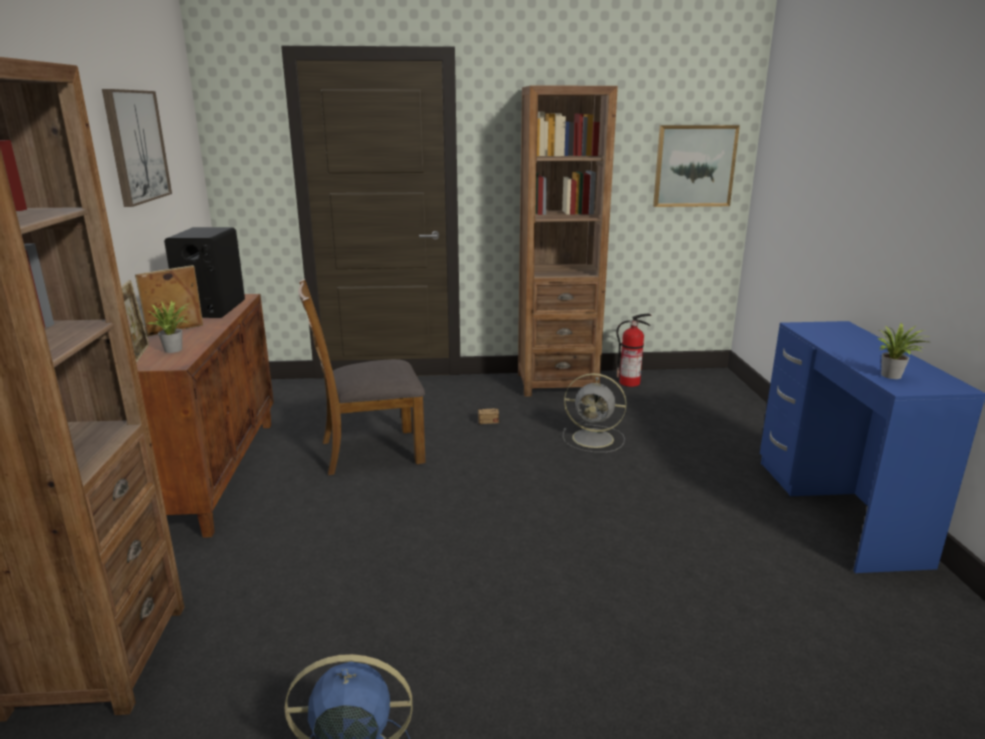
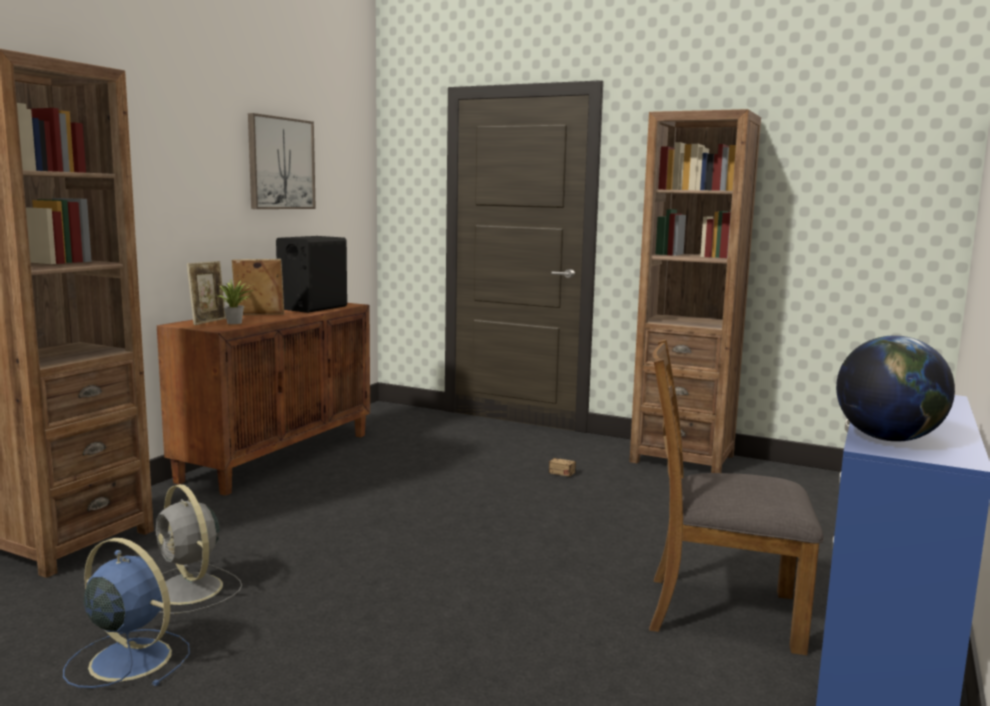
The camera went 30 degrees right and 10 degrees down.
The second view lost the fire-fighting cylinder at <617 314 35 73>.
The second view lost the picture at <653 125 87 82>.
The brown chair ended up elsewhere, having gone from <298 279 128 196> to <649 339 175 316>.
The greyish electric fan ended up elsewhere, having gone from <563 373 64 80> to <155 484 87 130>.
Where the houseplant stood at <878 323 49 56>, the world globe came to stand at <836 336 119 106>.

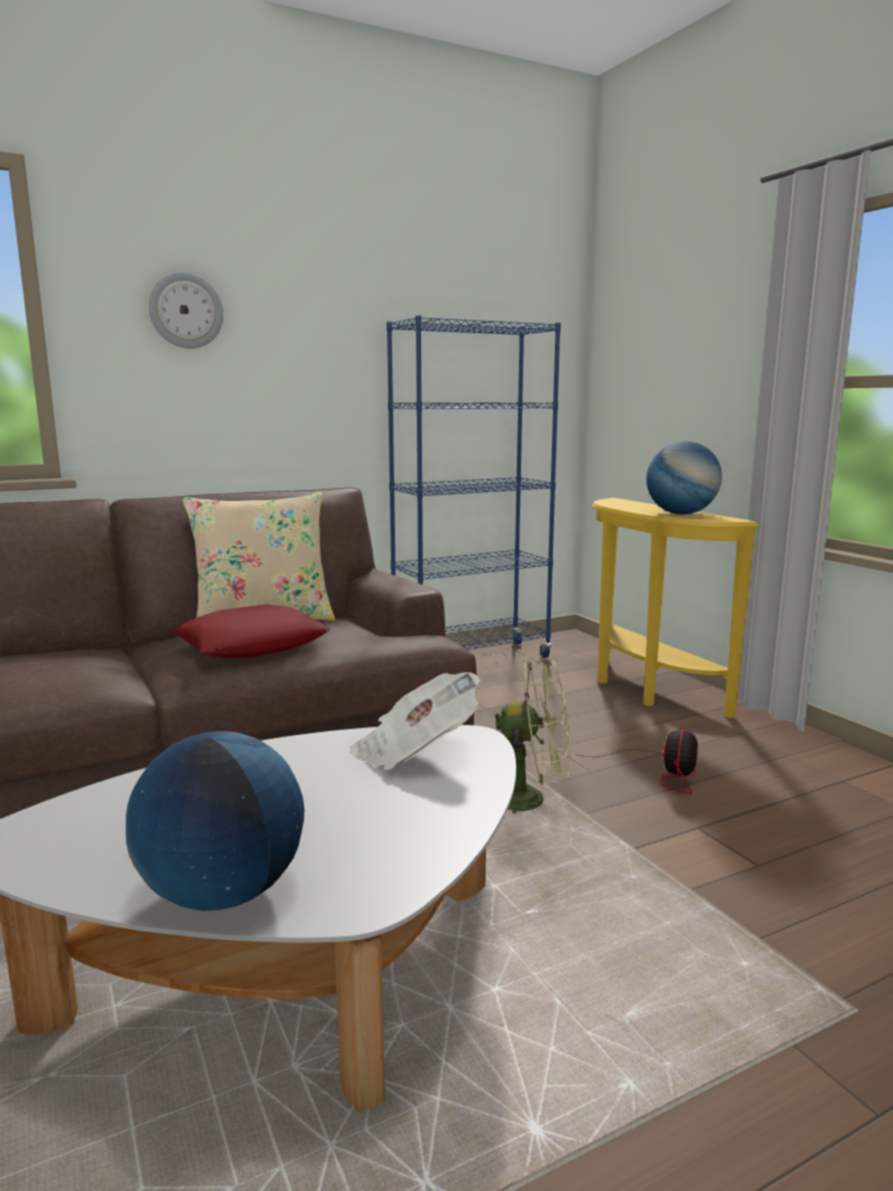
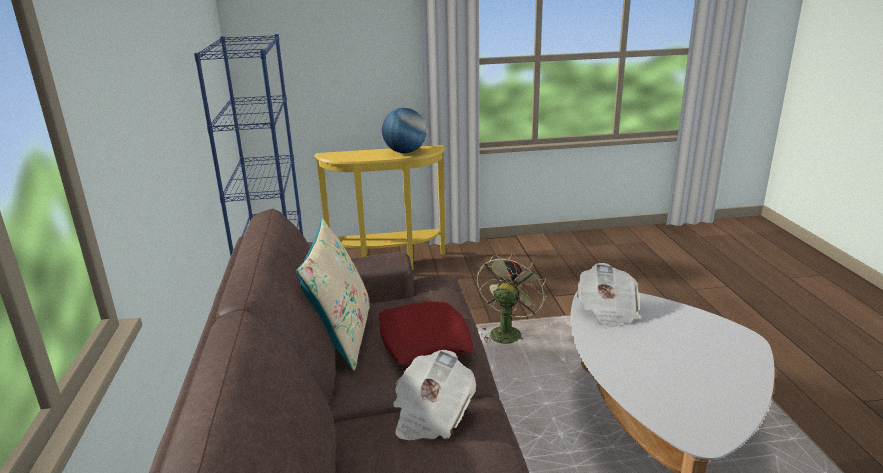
The camera went 70 degrees left and 10 degrees up.
The second view lost the world globe at <126 731 178 180>.
The second view lost the wall clock at <149 272 74 77>.
The second view gained the newspaper at <393 350 83 90>.

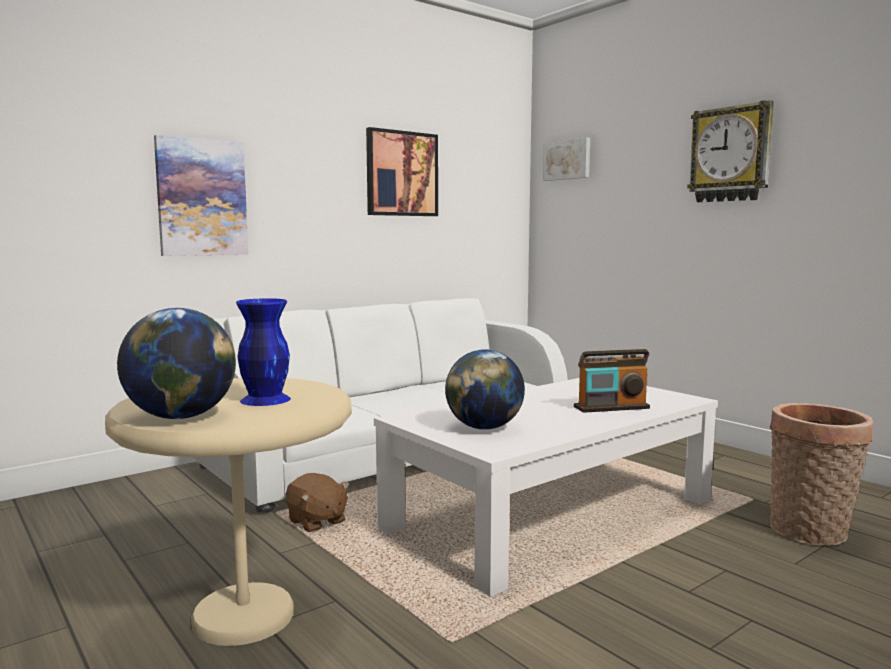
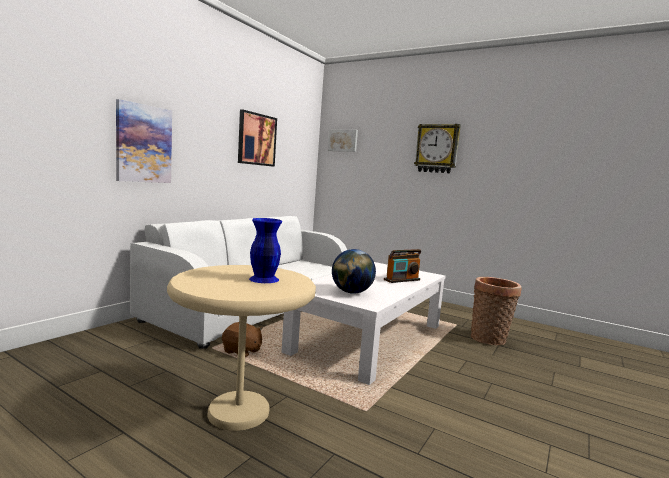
The camera went 20 degrees left and 0 degrees up.
The second view lost the world globe at <117 308 119 111>.

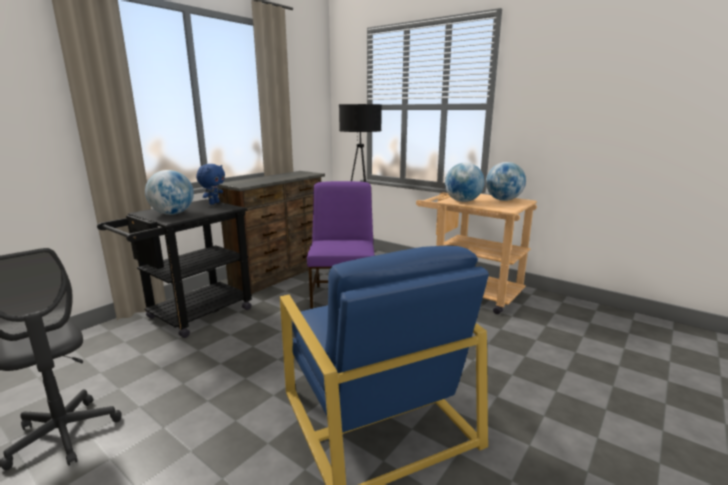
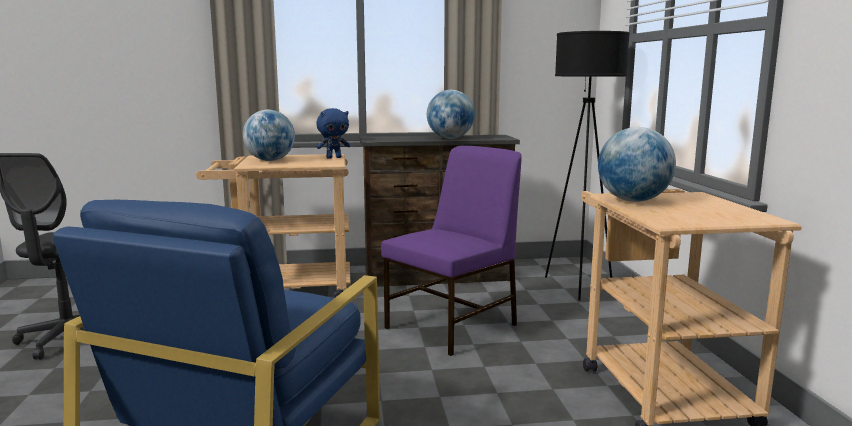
The camera went 45 degrees right and 5 degrees down.
The world globe ended up elsewhere, having gone from <486 162 40 39> to <427 90 48 49>.
What was the blackish trolley at <97 199 155 139> turned into the sand-coloured trolley at <196 154 155 144>.

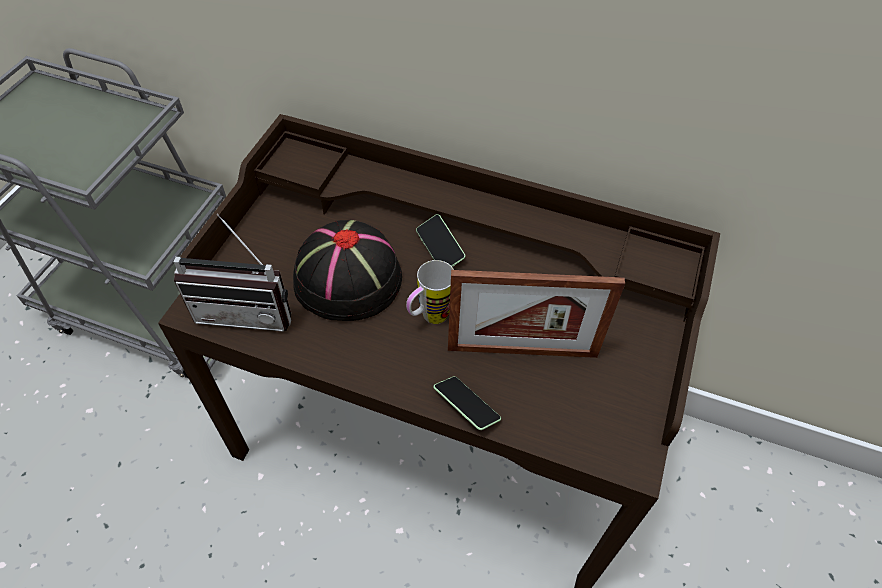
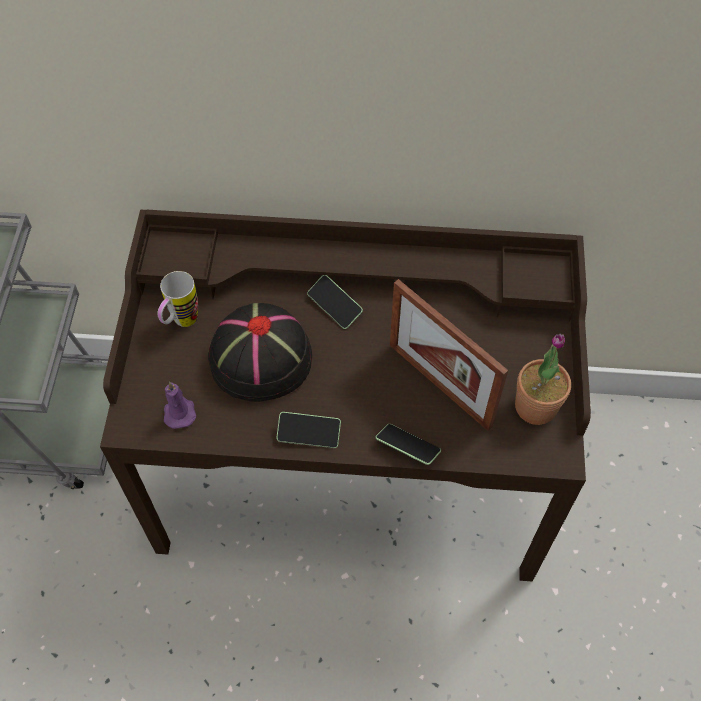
The camera went 15 degrees left and 5 degrees up.
The second view gained the telephone at <276 412 65 36>.
The second view gained the houseplant at <515 334 56 91>.
The coffee mug ended up elsewhere, having gone from <406 260 48 64> to <157 271 41 56>.
Where the radio receiver stood at <174 213 117 119>, the purplish wax candle came to stand at <164 382 32 47>.
The standing frame at <448 270 177 88> ended up facing another way, 60 degrees clockwise from before.

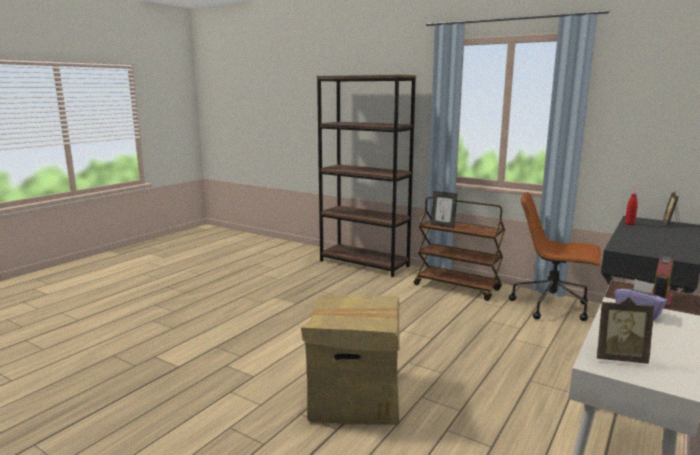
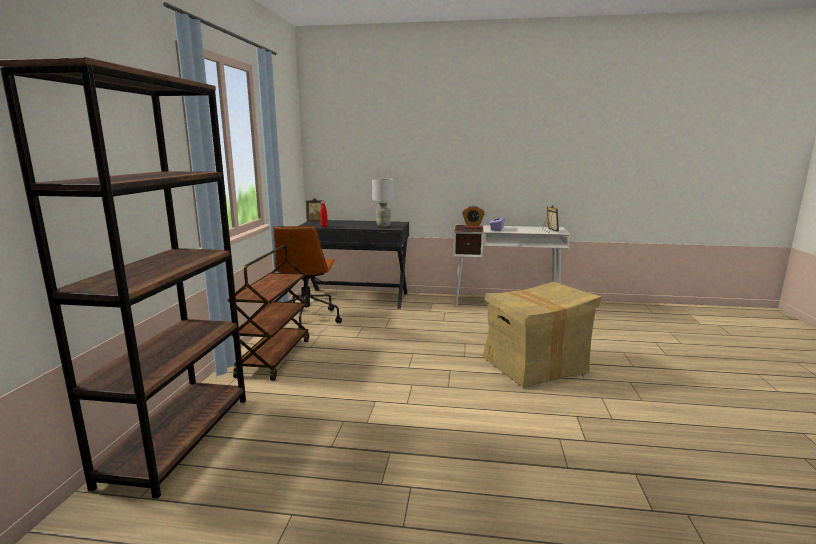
The camera went 115 degrees left and 0 degrees up.
The second view lost the standing frame at <431 191 27 37>.
The second view gained the greyish lamp for a table at <372 178 22 49>.

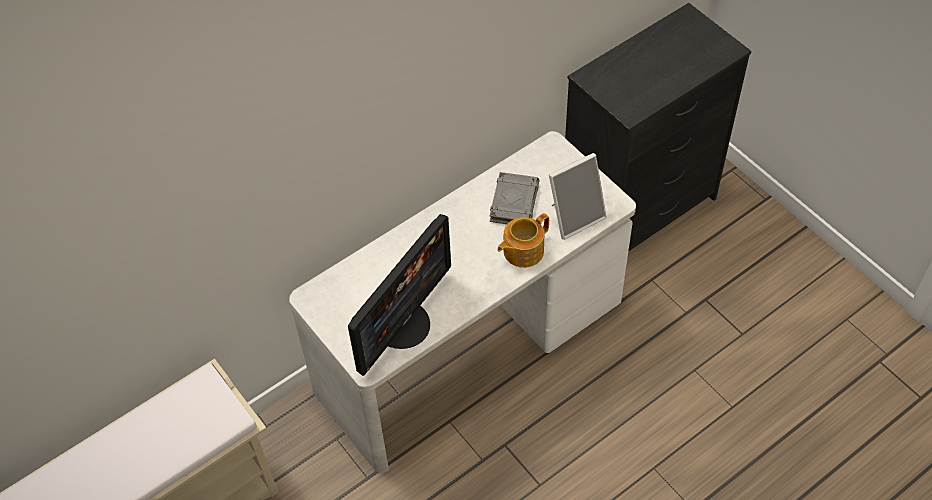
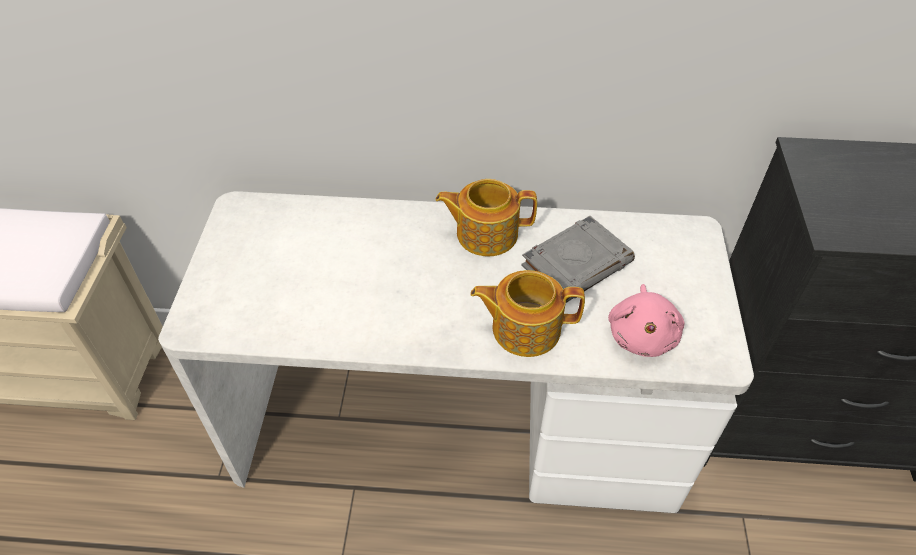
The camera went 40 degrees right and 5 degrees down.
The second view lost the monitor at <348 214 103 162>.
The second view gained the pot for tea at <435 179 102 78>.
Where the standing frame stood at <549 153 58 87>, the pinkish cuddly toy came to stand at <608 284 77 73>.

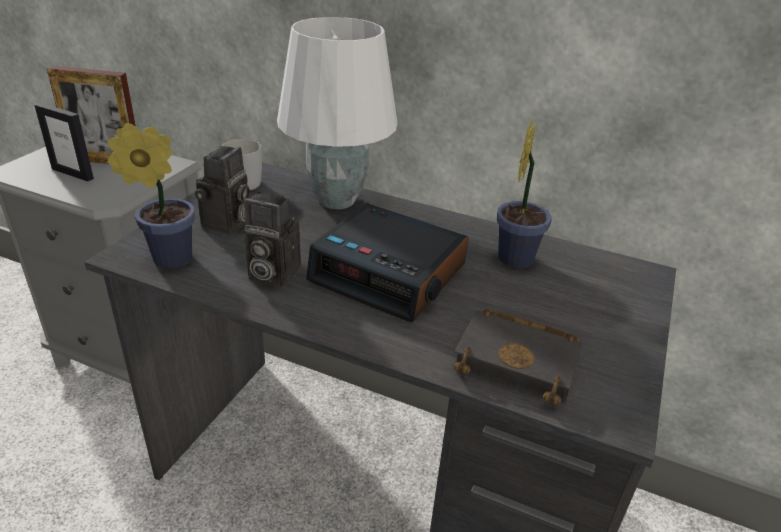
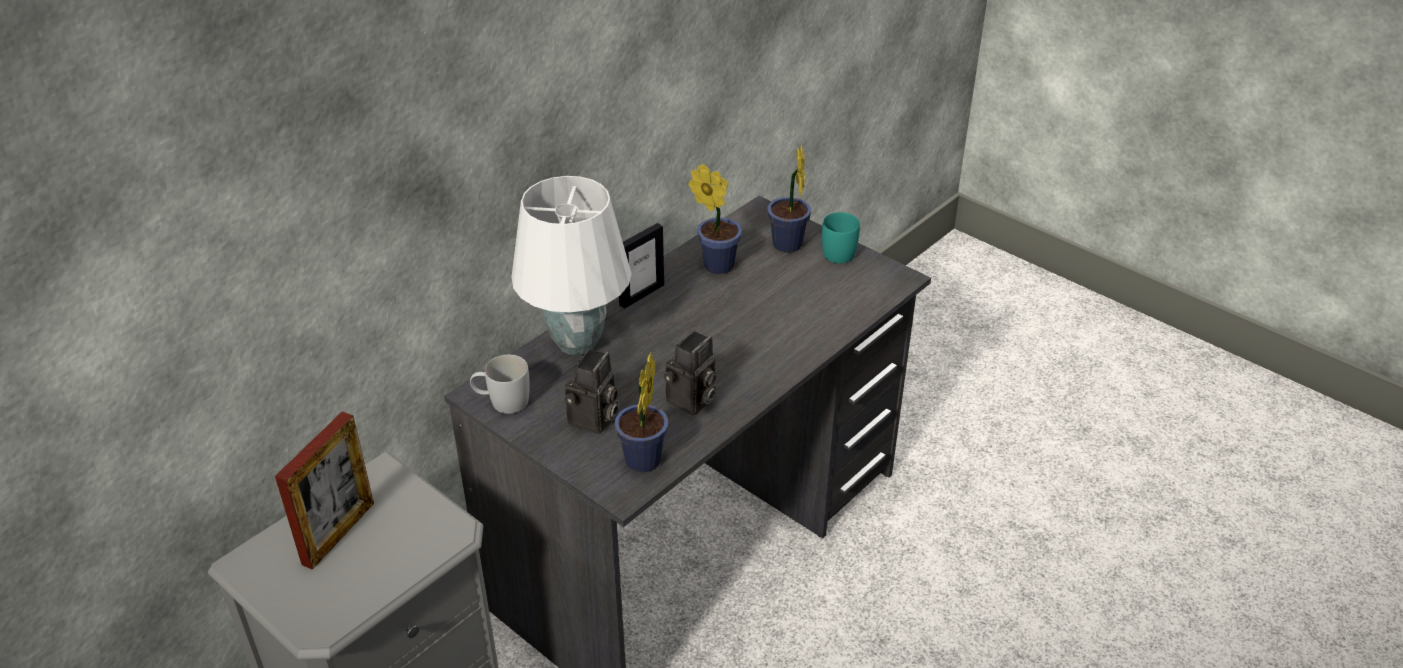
The camera went 70 degrees left and 5 degrees up.
The second view lost the table clock at <306 203 163 119>.
The second view lost the blackish volume at <452 309 131 96>.
The second view gained the houseplant at <767 145 44 108>.
The second view gained the turquoise coffee mug at <822 212 38 51>.
The standing frame ended up elsewhere, having gone from <34 103 60 78> to <619 223 45 86>.
The photo camera at <195 146 55 89> ended up facing another way, 75 degrees clockwise from before.

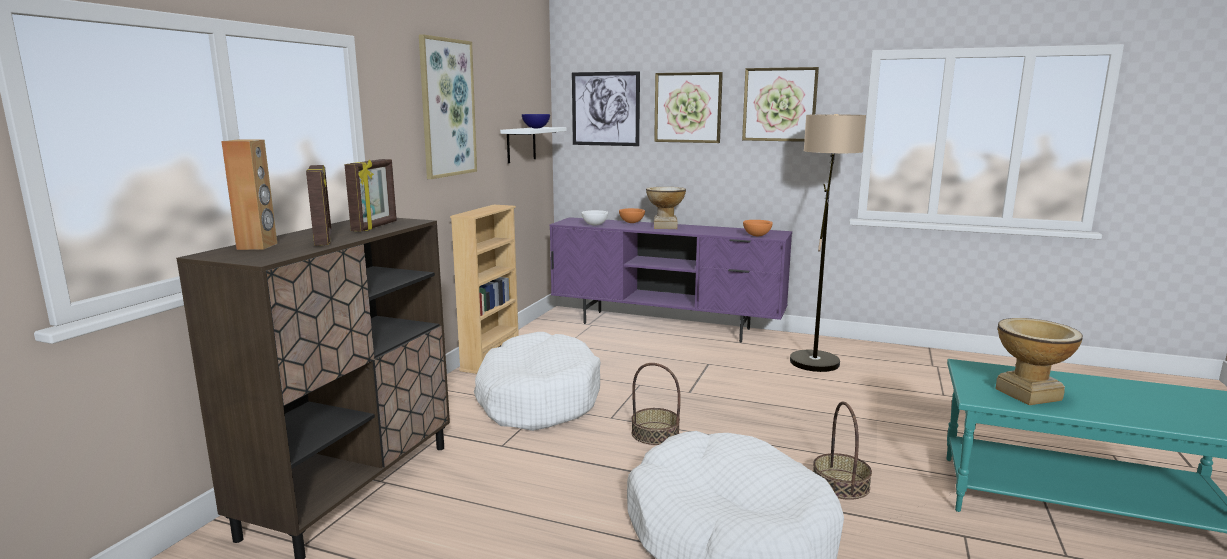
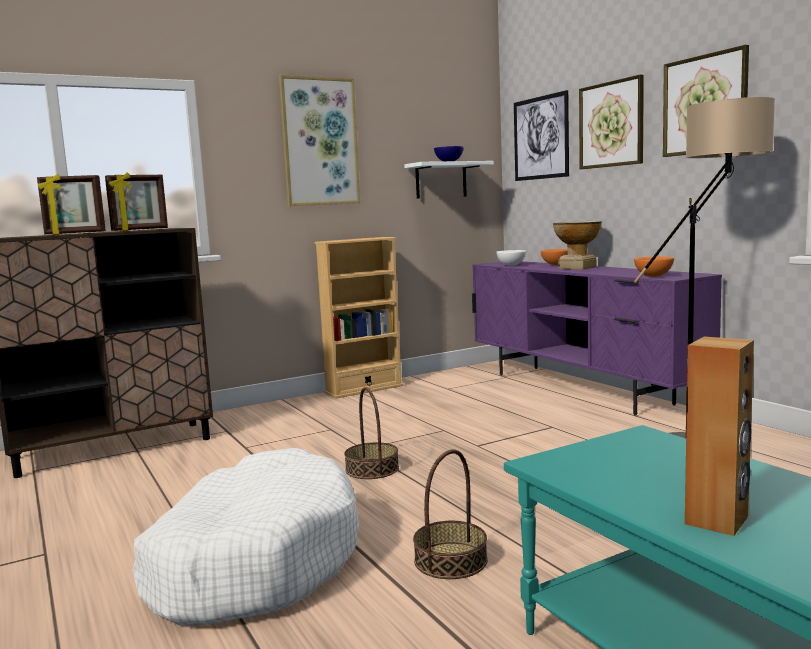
The camera went 40 degrees right and 5 degrees down.
The second view lost the whitish dog cushion at <474 332 127 99>.
The second view lost the flower vase at <996 318 87 87>.
The brown speaker ended up elsewhere, having gone from <221 140 56 110> to <685 337 69 199>.
The standing frame at <306 165 26 81> ended up facing another way, 60 degrees clockwise from before.

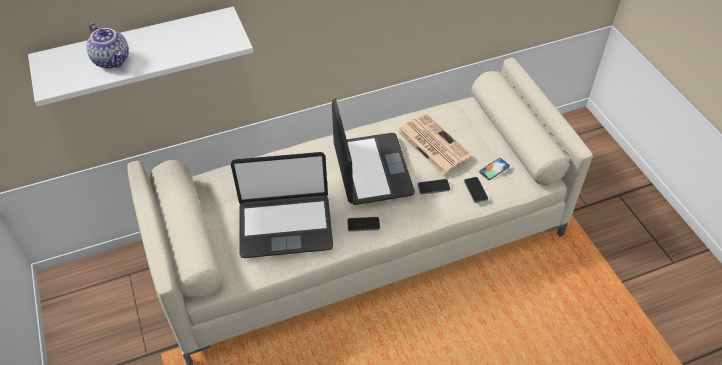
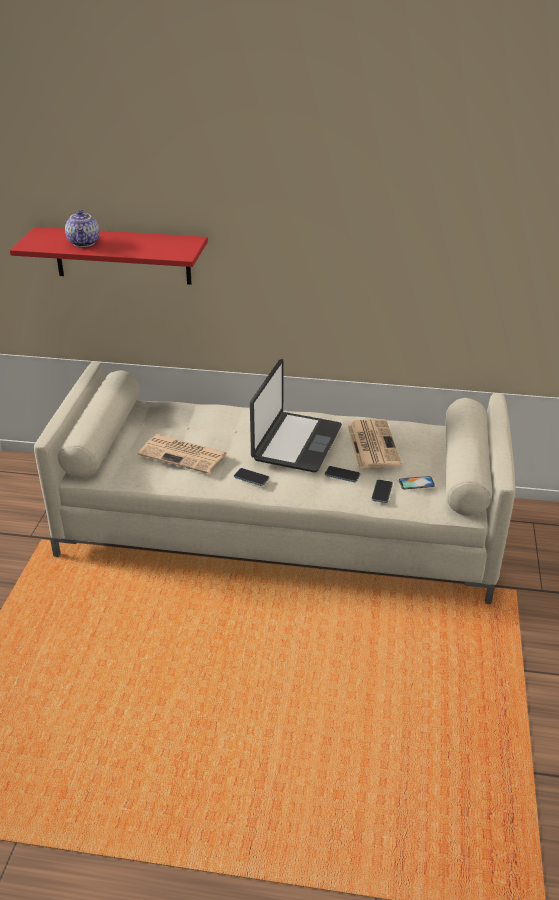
The camera went 30 degrees right and 15 degrees down.
Where the portable computer stood at <231 152 102 106>, the newspaper came to stand at <138 434 89 40>.
What was the whitish shelf at <28 6 225 100> turned into the reddish shelf at <10 227 198 58>.

